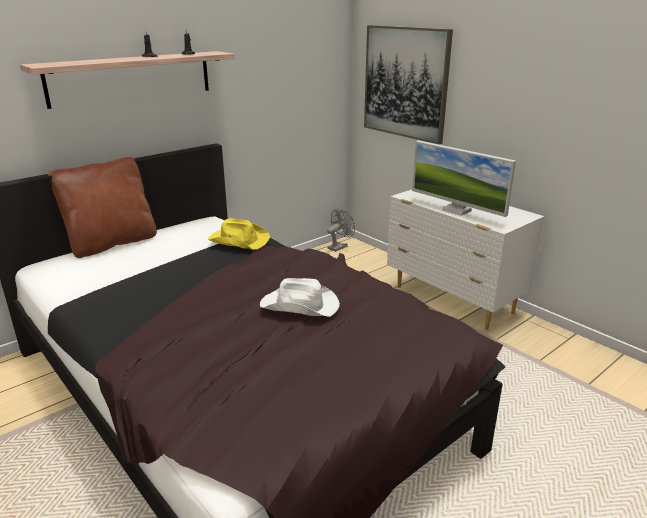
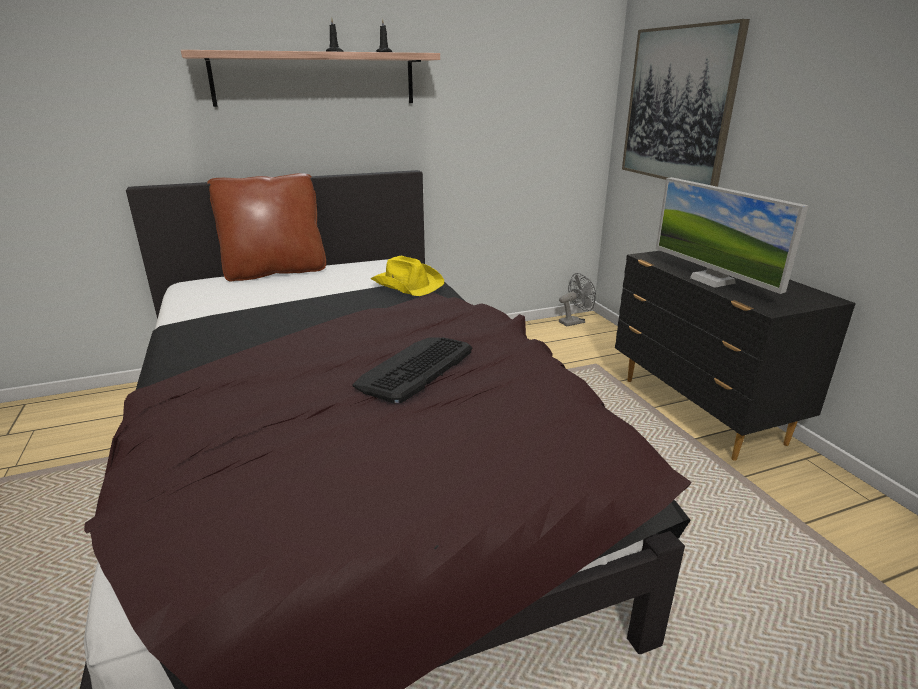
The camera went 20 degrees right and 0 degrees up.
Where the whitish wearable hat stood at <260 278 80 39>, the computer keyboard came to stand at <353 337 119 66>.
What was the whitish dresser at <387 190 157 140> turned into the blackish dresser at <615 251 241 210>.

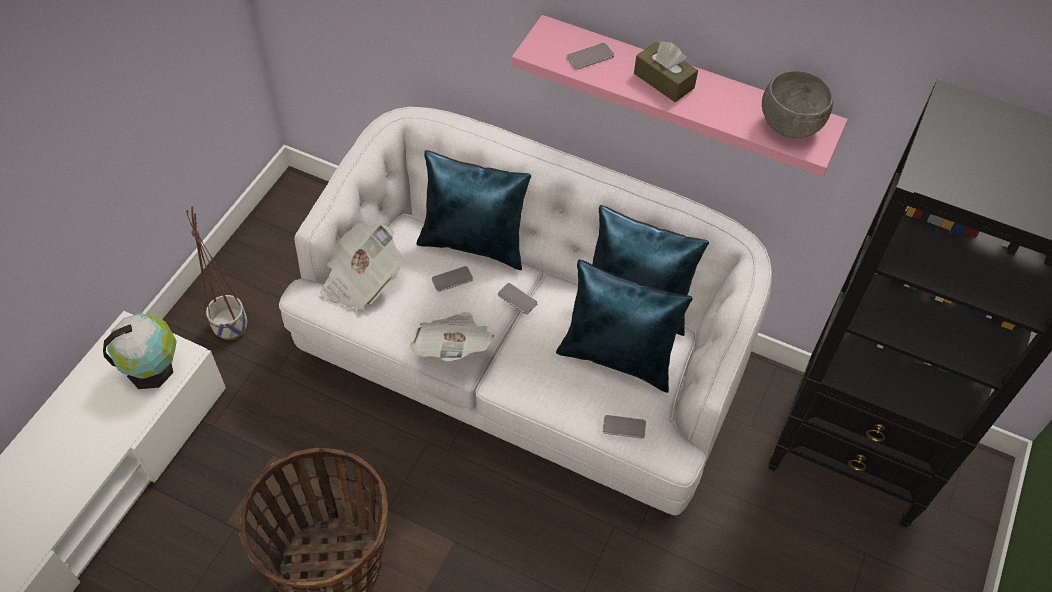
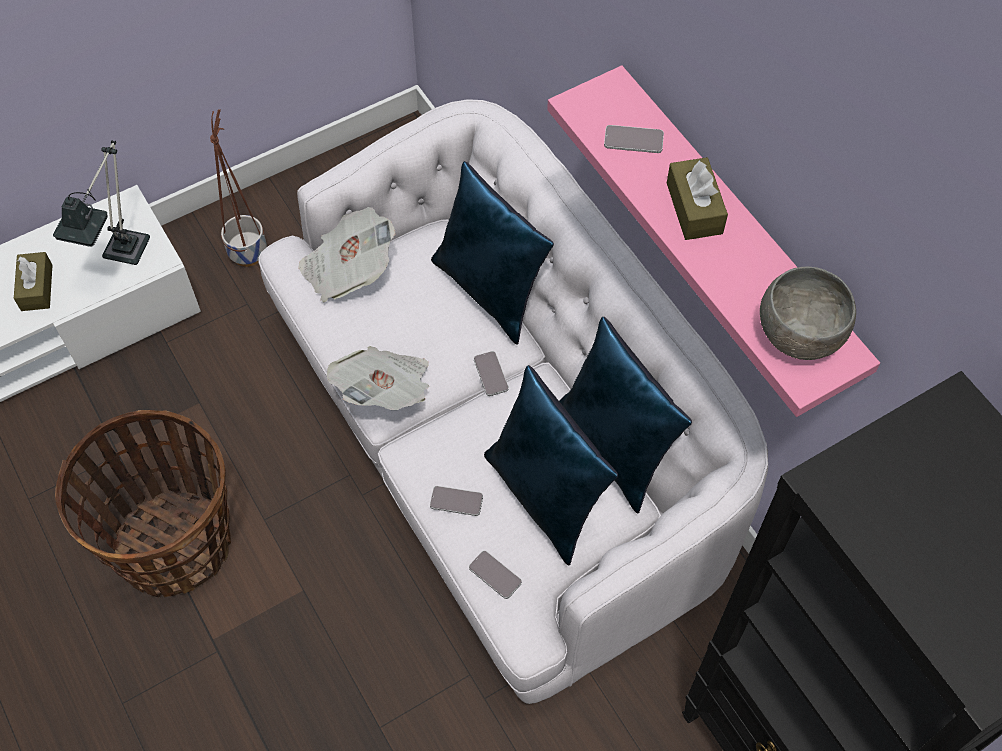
The camera went 35 degrees right and 5 degrees up.
The second view gained the brown tissue holder at <14 252 38 59>.
The telephone ended up elsewhere, having gone from <432 266 41 26> to <430 486 53 30>.
Where the world globe stood at <103 313 74 76>, the lamp for a table came to stand at <53 140 97 125>.

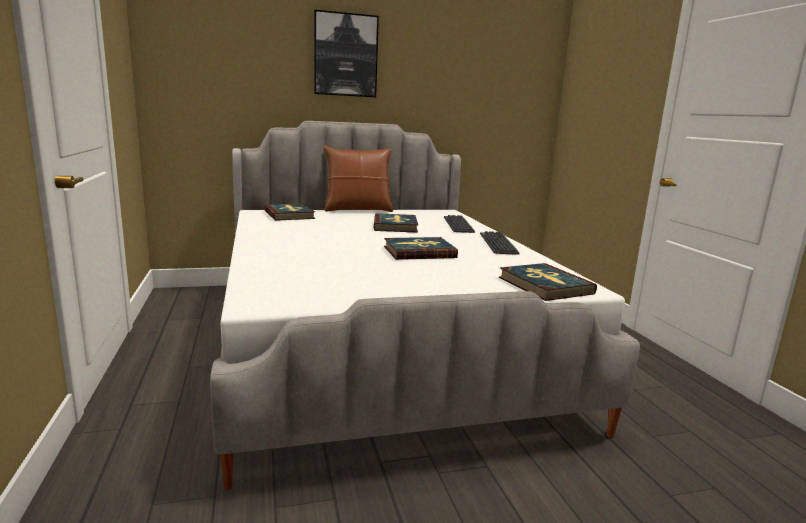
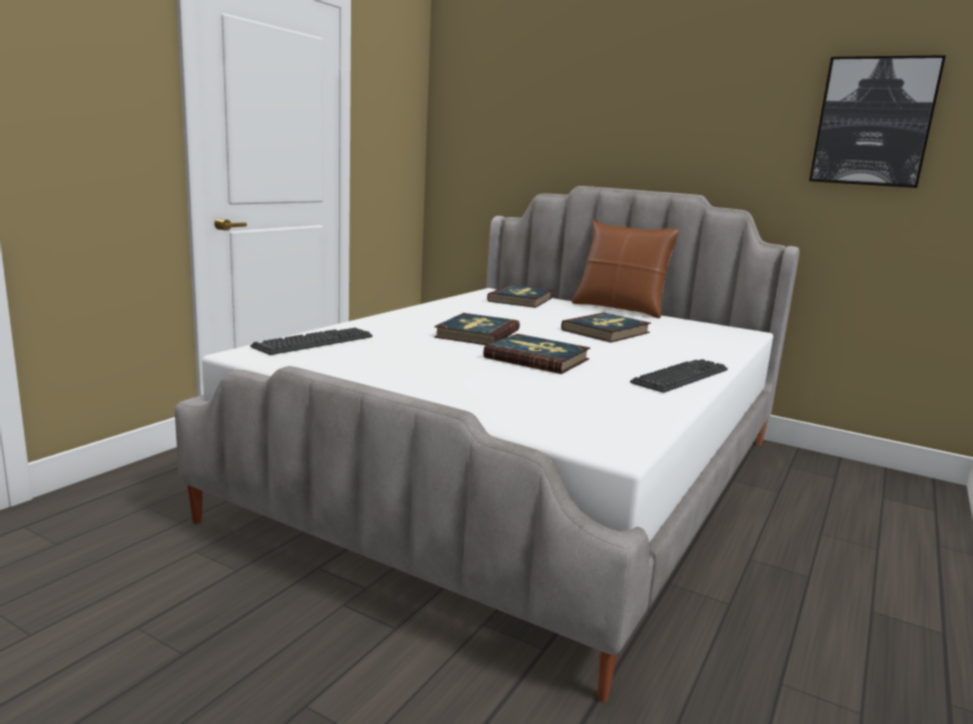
The camera went 45 degrees right and 0 degrees up.
The picture ended up elsewhere, having gone from <314 10 65 88> to <809 55 137 133>.
The computer keyboard ended up elsewhere, having gone from <444 215 31 18> to <250 328 123 27>.
The volume ended up elsewhere, having gone from <499 263 98 38> to <434 313 86 32>.

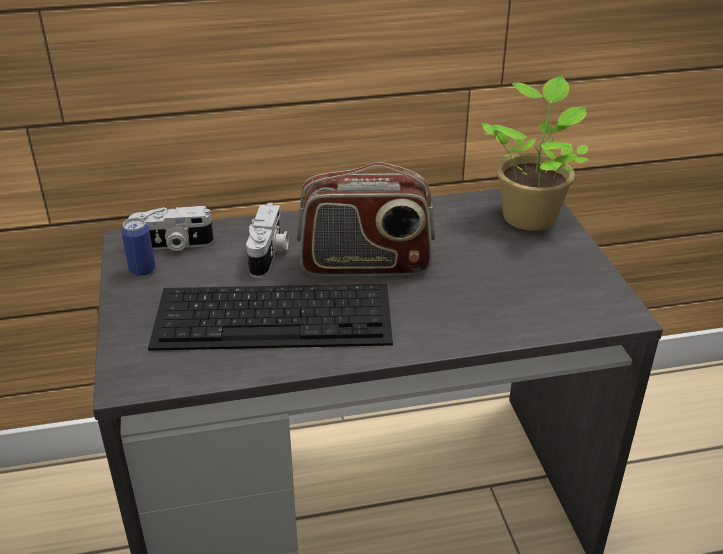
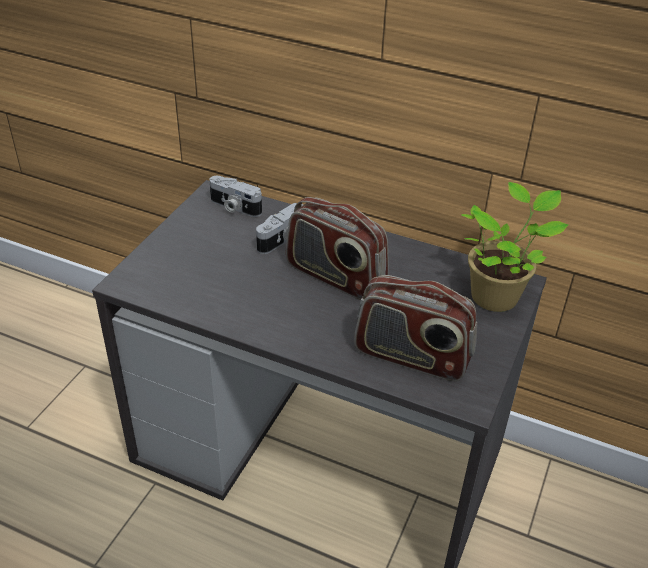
The camera went 35 degrees right and 5 degrees up.
The second view lost the can at <121 218 34 58>.
The second view lost the computer keyboard at <148 284 245 67>.
The second view gained the radio receiver at <354 275 123 106>.

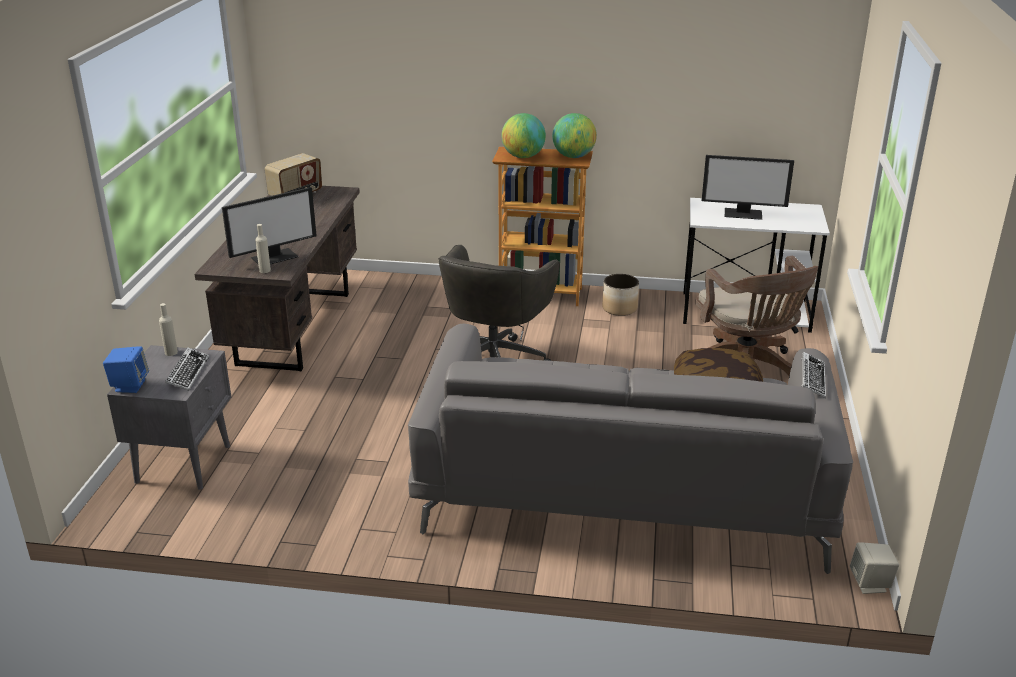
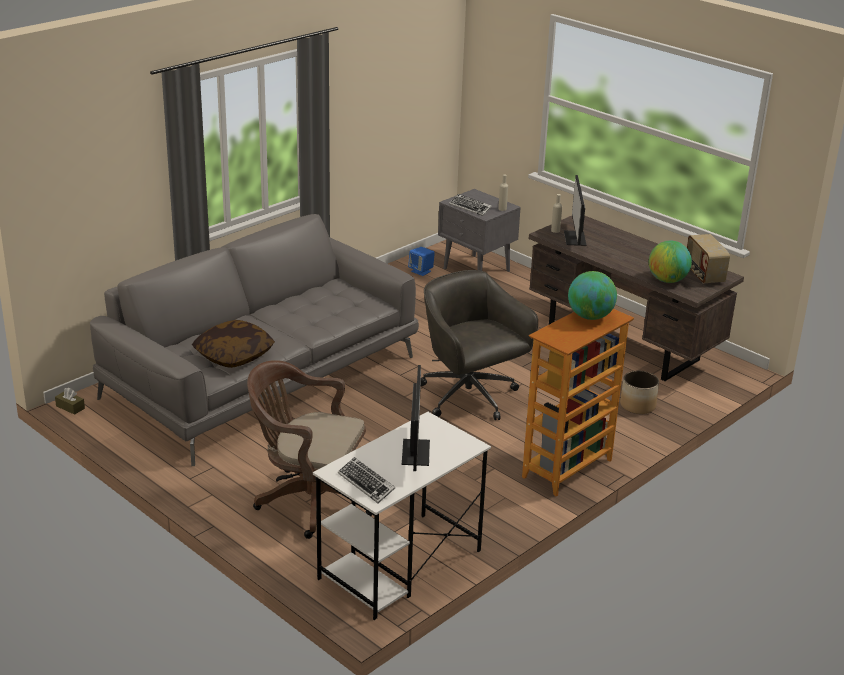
The camera went 125 degrees right and 0 degrees up.
The bluish speaker ended up elsewhere, having gone from <103 346 46 47> to <408 247 27 29>.
The world globe ended up elsewhere, having gone from <552 113 45 45> to <649 241 43 42>.
The plant pot ended up elsewhere, having gone from <602 274 37 42> to <620 371 39 43>.
The computer keyboard ended up elsewhere, having gone from <801 352 25 46> to <338 457 57 46>.
Where the sand-coloured speaker stood at <850 542 49 52>, the brown tissue holder came to stand at <55 388 30 27>.
The monitor at <702 155 92 65> ended up facing another way, 135 degrees clockwise from before.

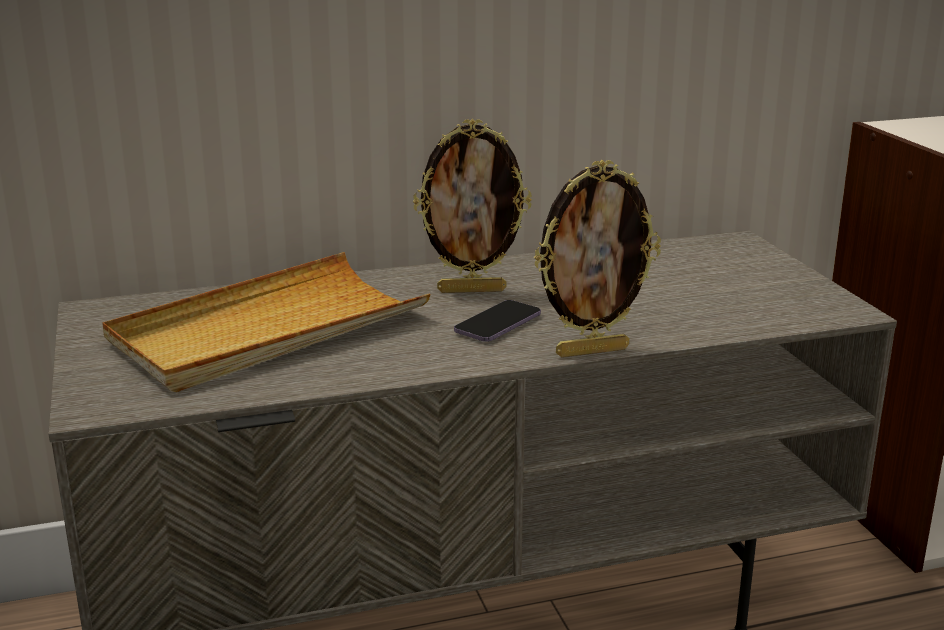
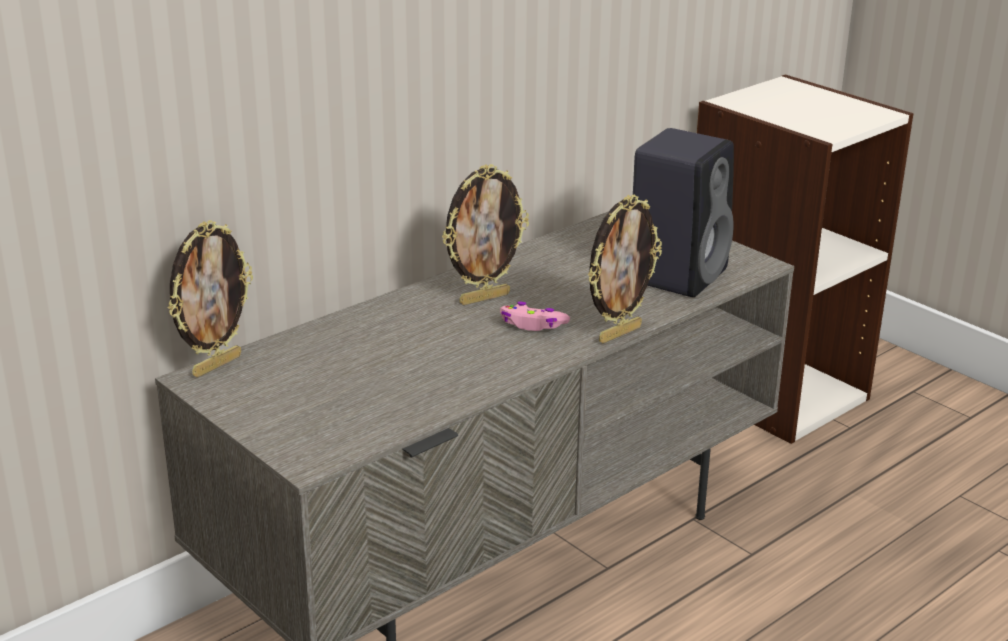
The camera went 25 degrees left and 5 degrees up.
The second view lost the sand-coloured tray at <102 252 329 140>.
The second view gained the standing frame at <168 220 85 157>.
The second view gained the blackish speaker at <633 128 101 169>.
Where the telephone stood at <454 300 87 42>, the pinkish joypad came to stand at <500 301 70 30>.

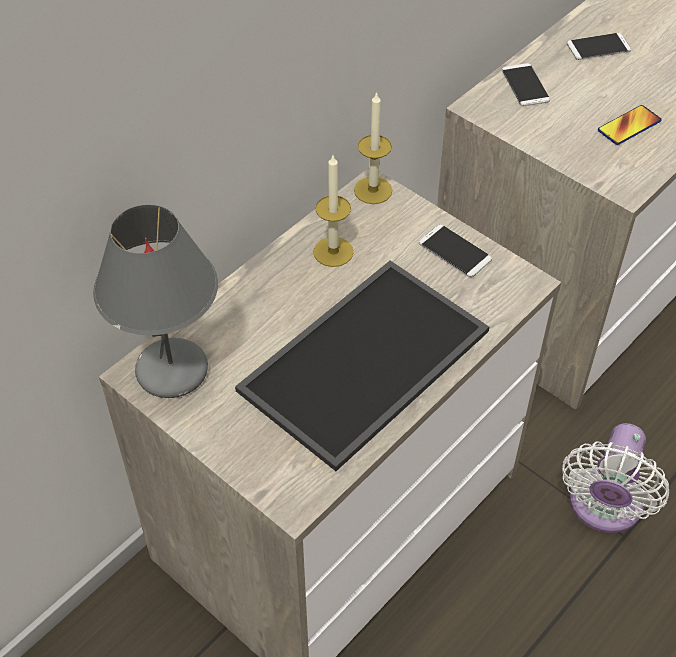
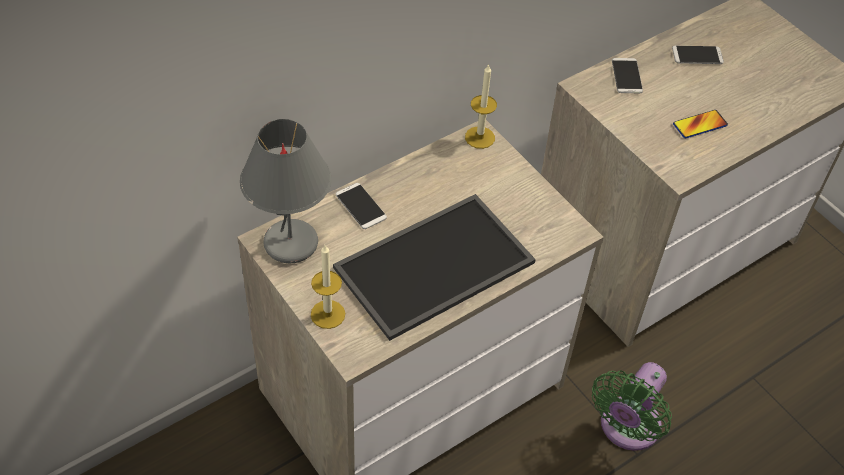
The camera went 10 degrees right and 0 degrees up.
The wax candle ended up elsewhere, having gone from <313 155 41 112> to <311 245 34 84>.
The telephone ended up elsewhere, having gone from <419 224 73 53> to <336 183 51 46>.
What was the whitish electric fan at <562 423 107 110> turned into the green electric fan at <592 362 80 89>.

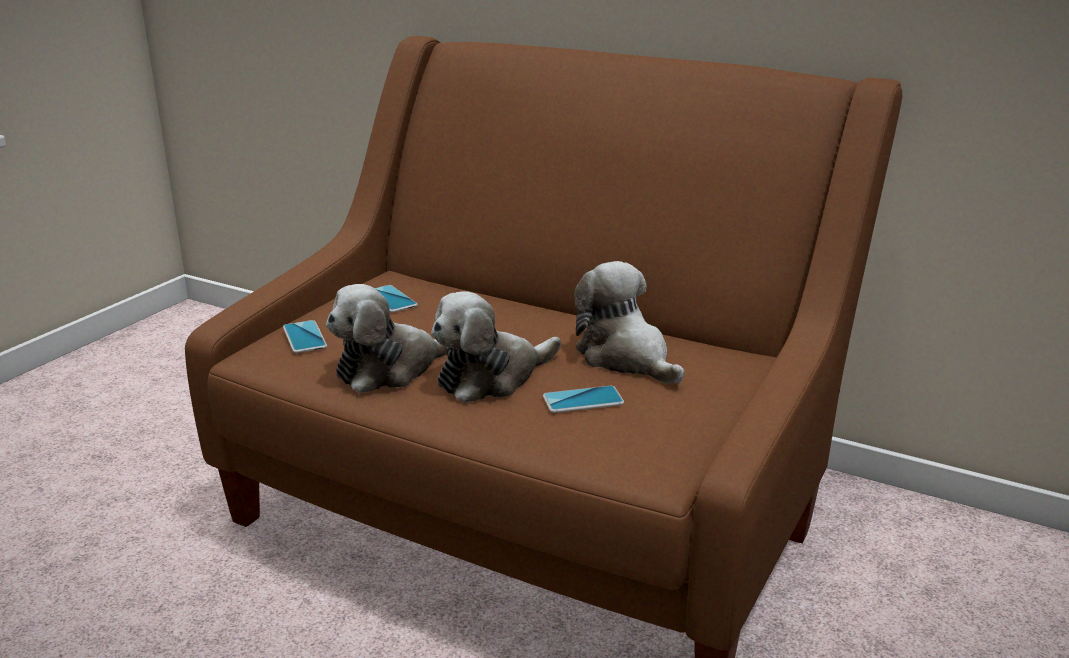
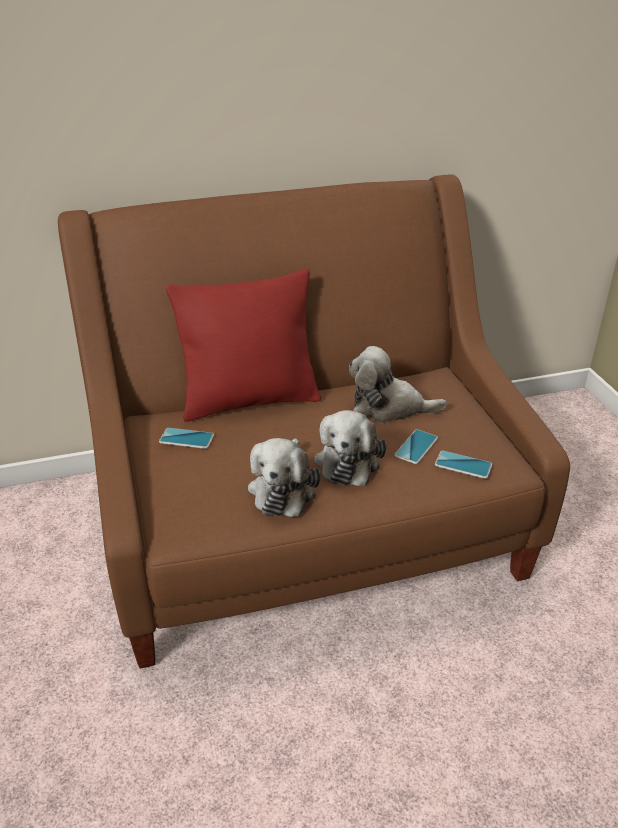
The camera went 45 degrees left and 10 degrees up.
The second view gained the reddish pillow at <166 269 155 153>.
The telephone ended up elsewhere, having gone from <283 320 44 33> to <435 451 57 28>.

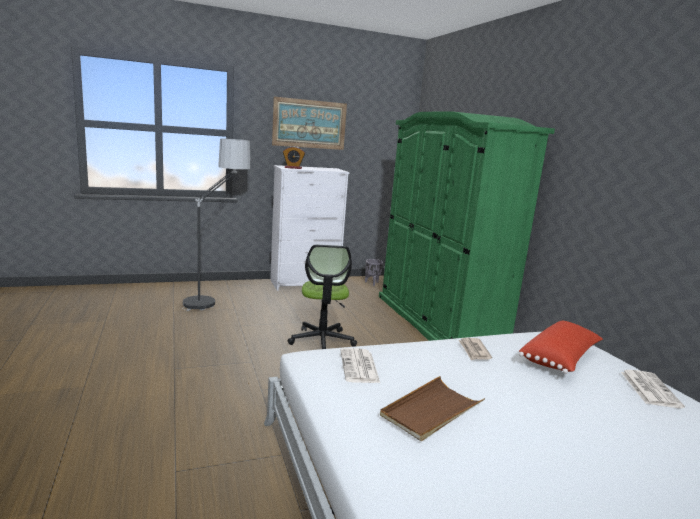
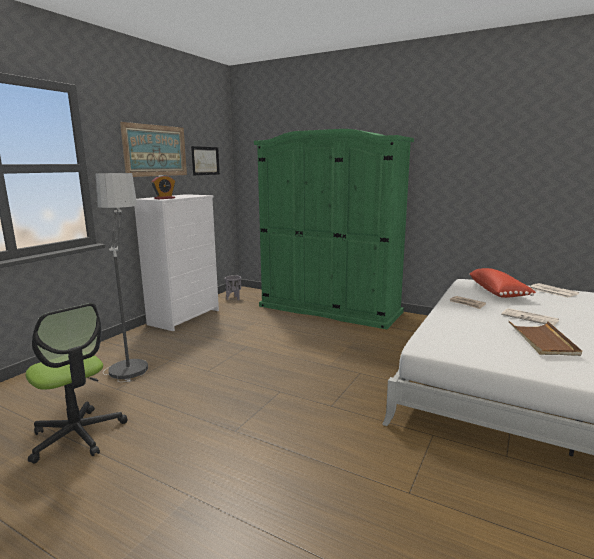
The camera went 40 degrees left and 0 degrees up.
The second view gained the picture at <191 146 29 29>.
The desk chair ended up elsewhere, having gone from <288 245 69 104> to <26 303 101 161>.
The newspaper ended up elsewhere, having gone from <340 348 40 35> to <501 308 58 18>.

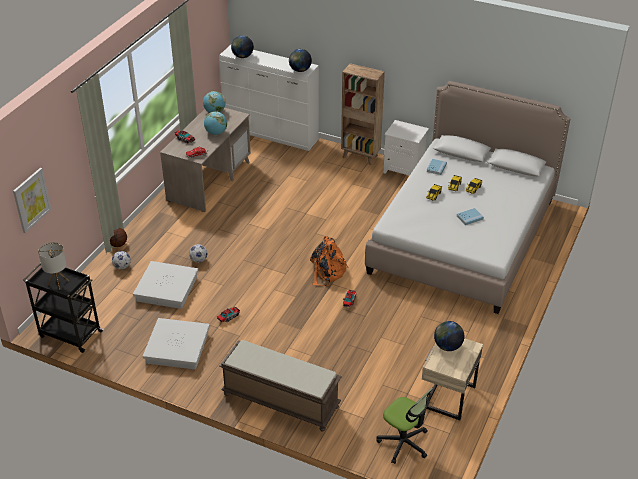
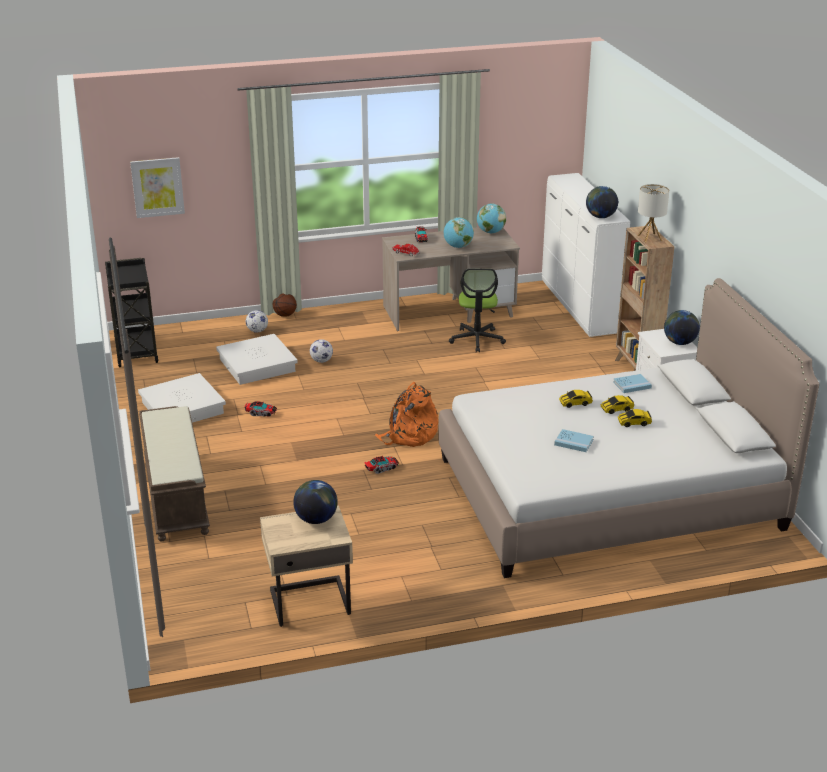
The camera went 50 degrees right and 10 degrees down.
The lamp for a table ended up elsewhere, having gone from <38 242 31 48> to <637 184 32 59>.
The world globe ended up elsewhere, having gone from <231 35 23 23> to <664 310 36 35>.
The desk chair ended up elsewhere, having gone from <376 388 57 76> to <449 269 57 84>.

